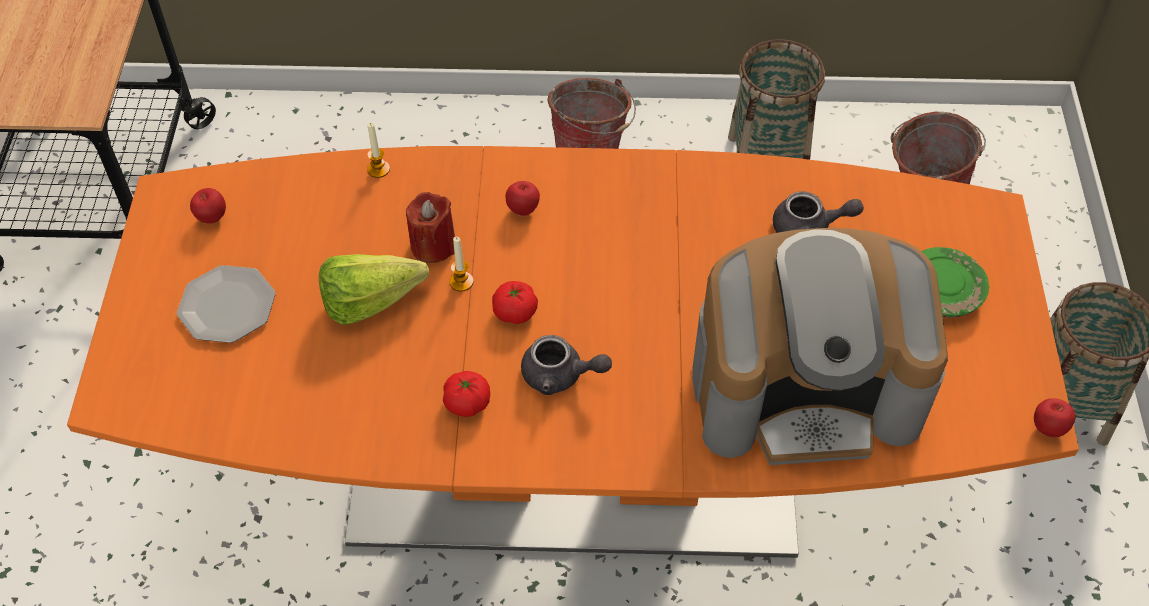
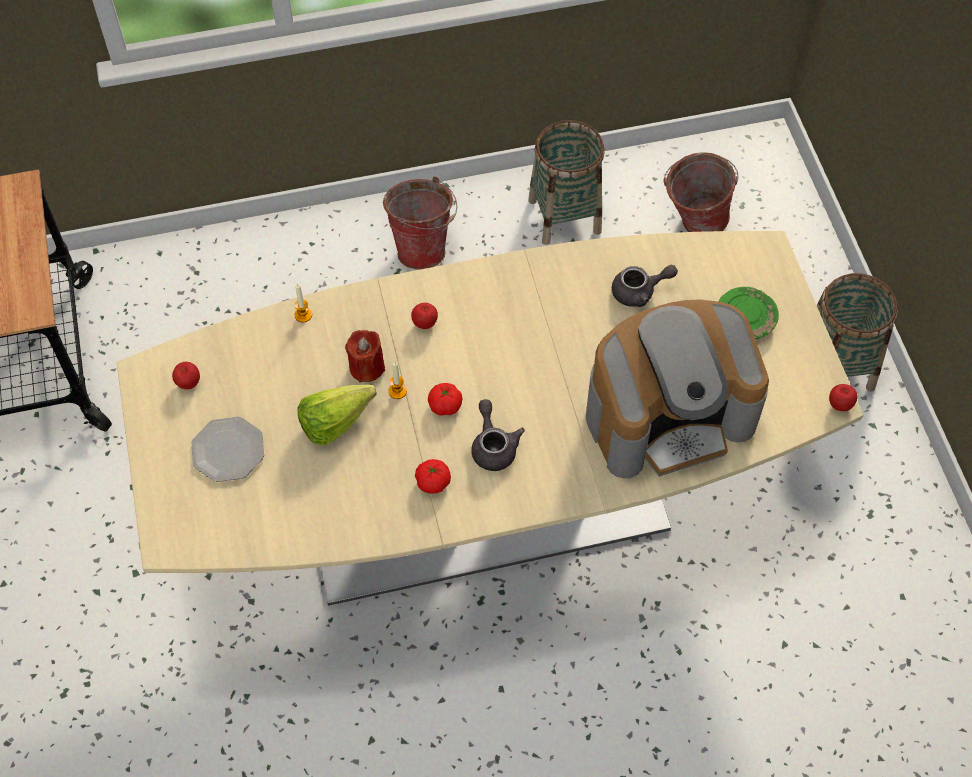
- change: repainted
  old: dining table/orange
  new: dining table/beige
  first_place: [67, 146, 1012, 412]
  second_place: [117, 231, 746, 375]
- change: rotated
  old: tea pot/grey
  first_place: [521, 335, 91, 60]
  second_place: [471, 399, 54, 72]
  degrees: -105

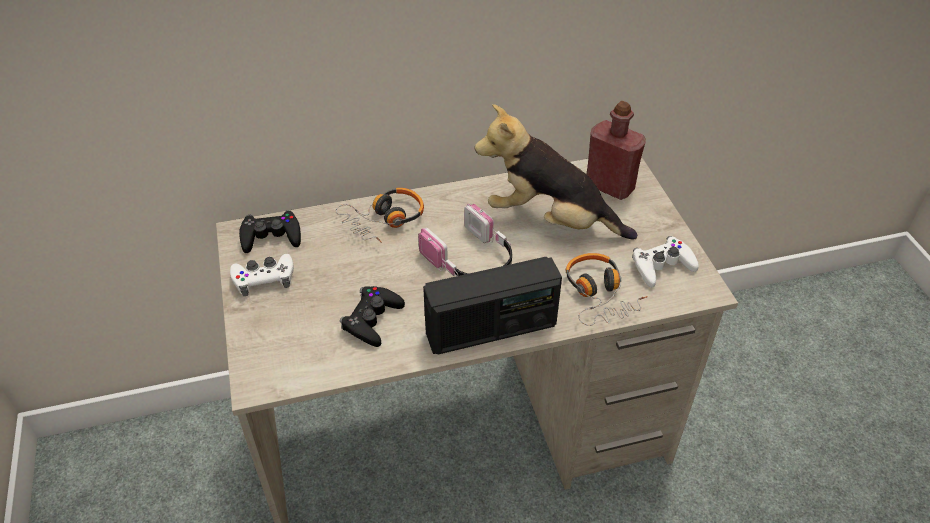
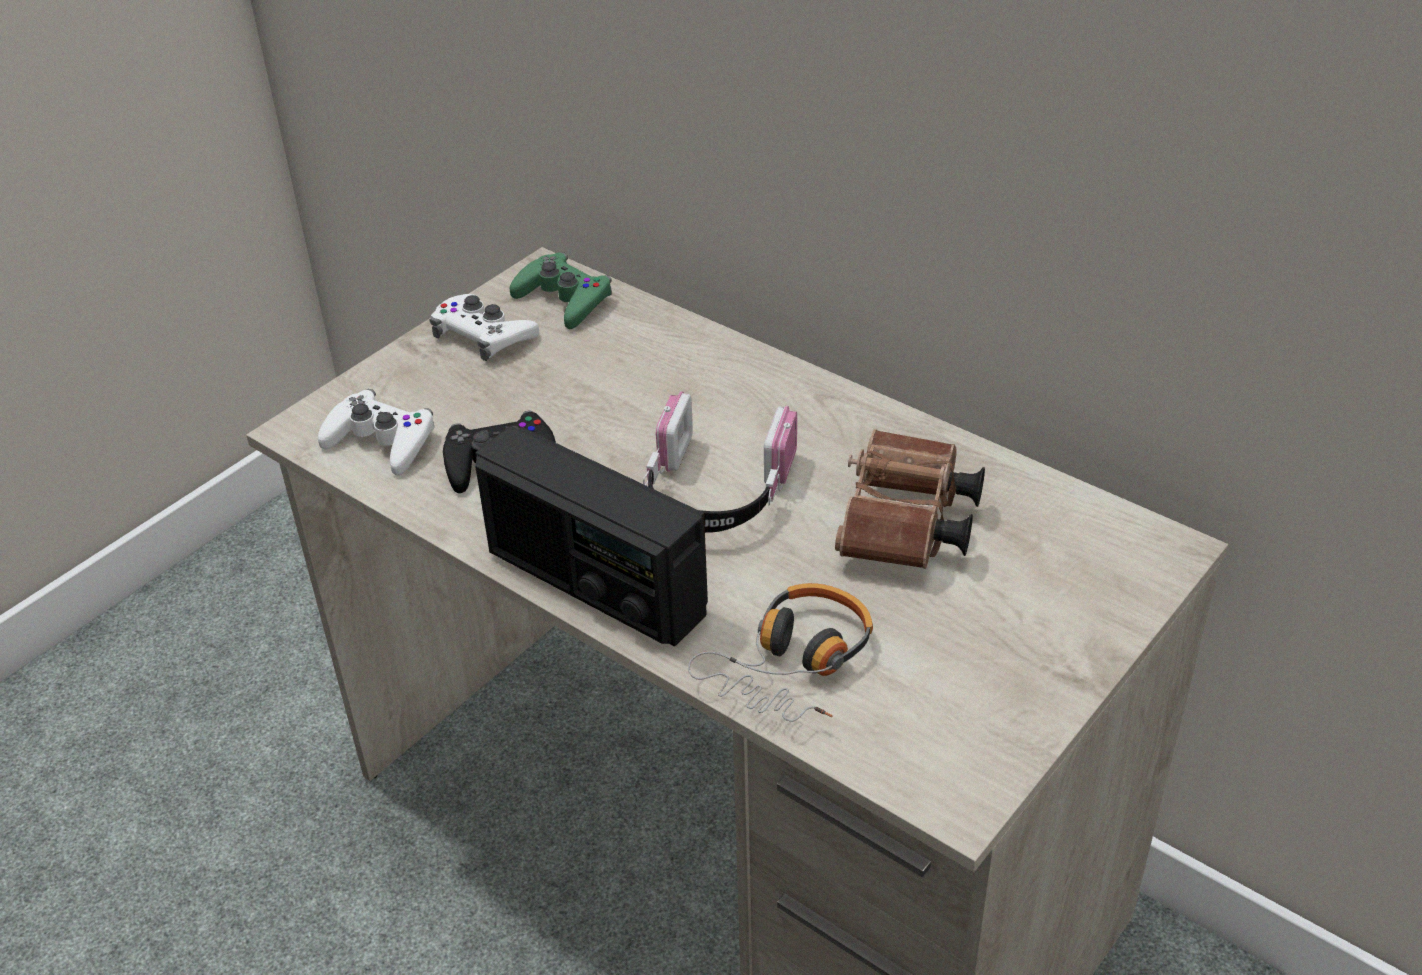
- change: shifted
  old: joypad/whitish
  first_place: [632, 236, 67, 52]
  second_place: [318, 389, 116, 87]
- change: repainted
  old: joypad/black-coloured
  new: joypad/green
  first_place: [239, 210, 62, 43]
  second_place: [510, 252, 102, 77]
- change: swapped
  old: cuddly toy
  new: field glasses/brown
  first_place: [475, 104, 162, 135]
  second_place: [835, 429, 150, 140]
- change: gone
  old: headset
  first_place: [336, 188, 88, 55]
- change: gone
  old: bottle/reddish
  first_place: [586, 101, 60, 99]

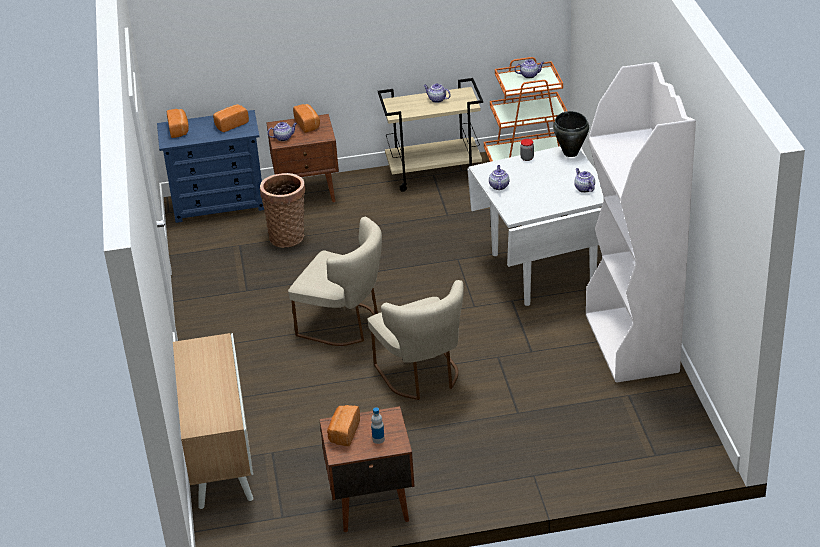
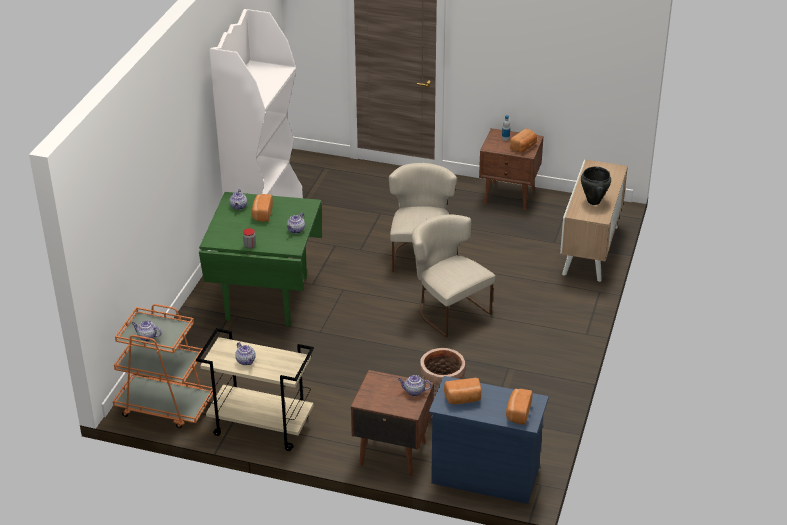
- change: repainted
  old: dining table/whitish
  new: dining table/green
  first_place: [467, 146, 137, 160]
  second_place: [199, 192, 123, 134]
- change: shifted
  old: bakery bread
  first_place: [293, 104, 27, 29]
  second_place: [251, 194, 22, 28]
- change: shifted
  old: cooking pot/black-coloured
  first_place: [553, 111, 36, 46]
  second_place: [581, 166, 30, 39]

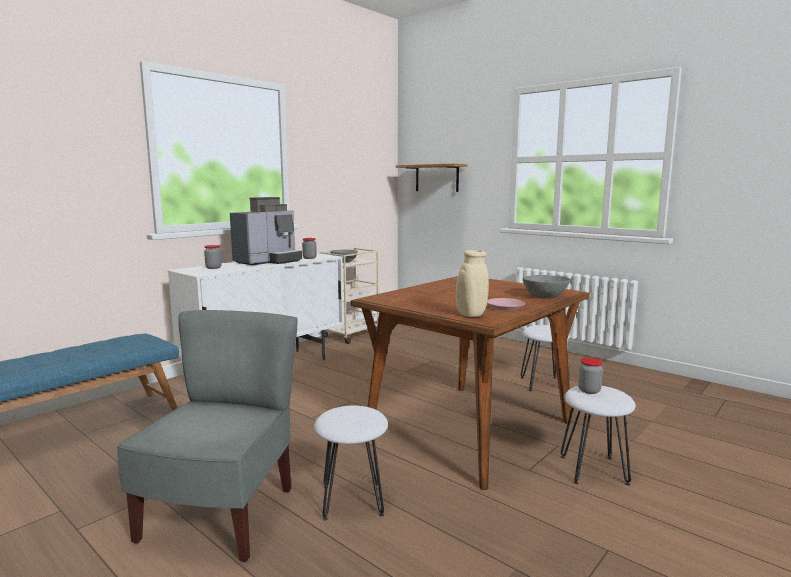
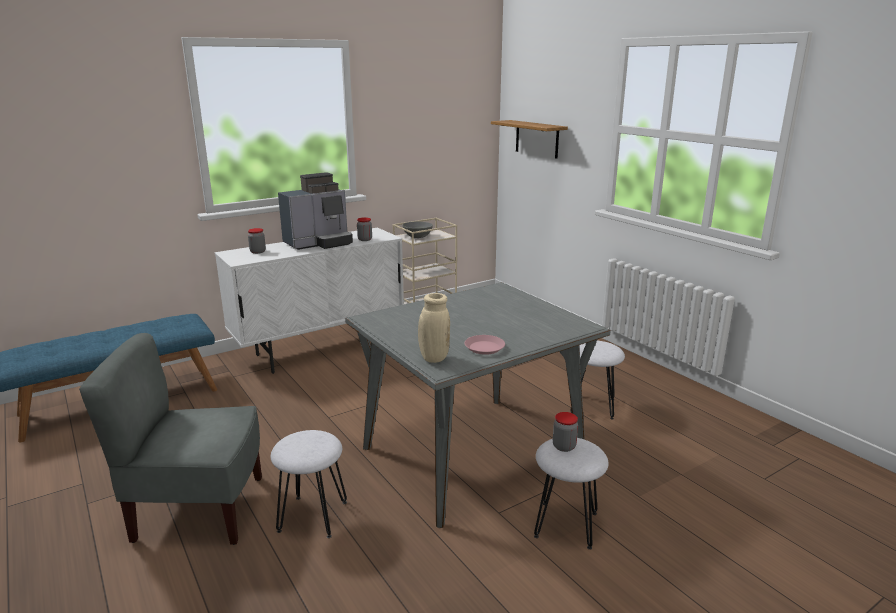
- change: rotated
  old: chair/grey
  first_place: [117, 310, 181, 252]
  second_place: [79, 333, 183, 212]
  degrees: -120
- change: repainted
  old: dining table/brown
  new: dining table/grey
  first_place: [351, 276, 239, 214]
  second_place: [345, 282, 266, 246]
- change: gone
  old: deep dish/grey
  first_place: [523, 275, 47, 23]

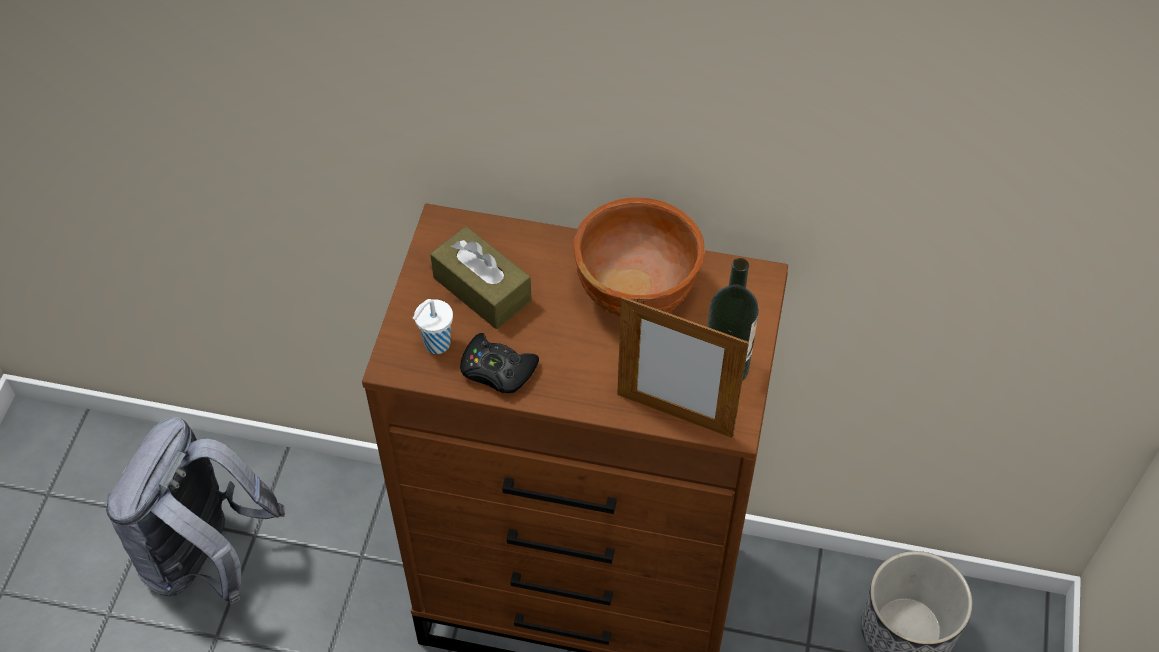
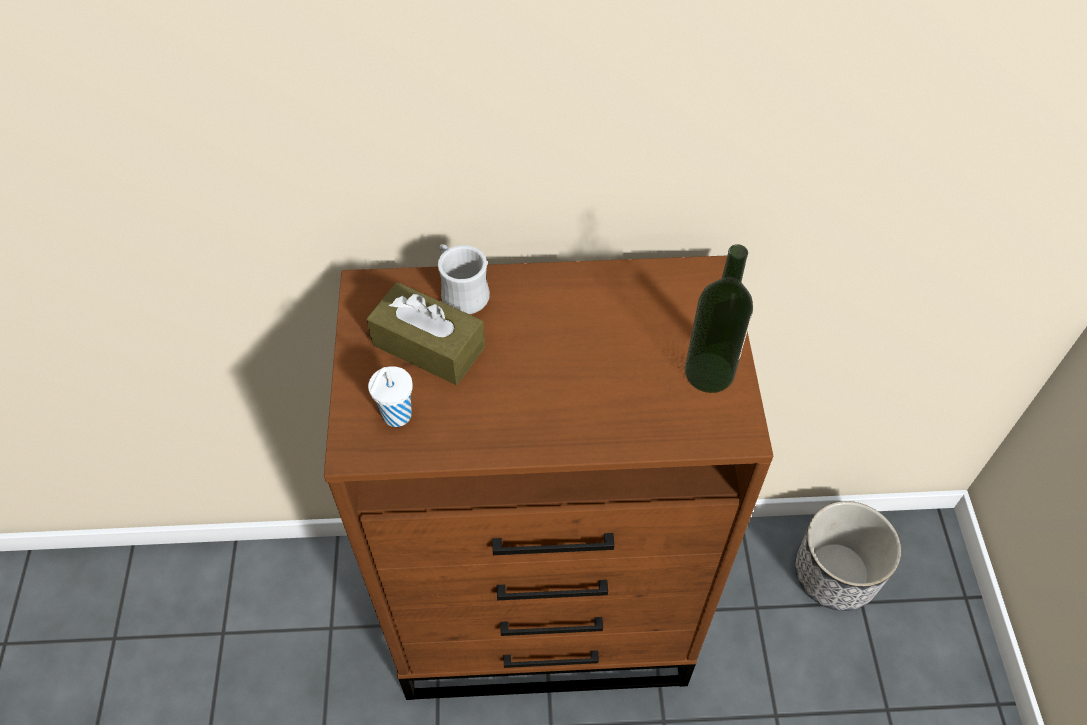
- change: new
  new: tea mug/whitish
  second_place: [438, 244, 52, 70]
- change: gone
  old: rucksack/grey
  first_place: [106, 417, 179, 188]
- change: gone
  old: joypad/black-coloured
  first_place: [460, 333, 79, 60]
- change: gone
  old: deep dish/brown
  first_place: [573, 197, 132, 120]
- change: gone
  old: picture frame
  first_place: [617, 297, 132, 141]

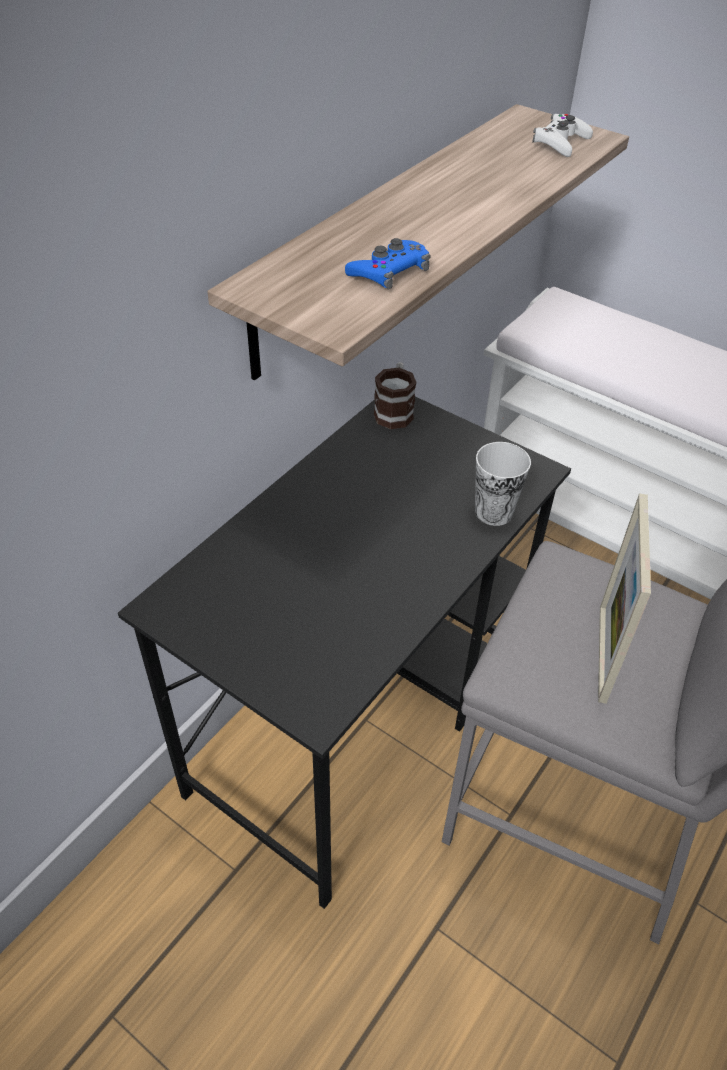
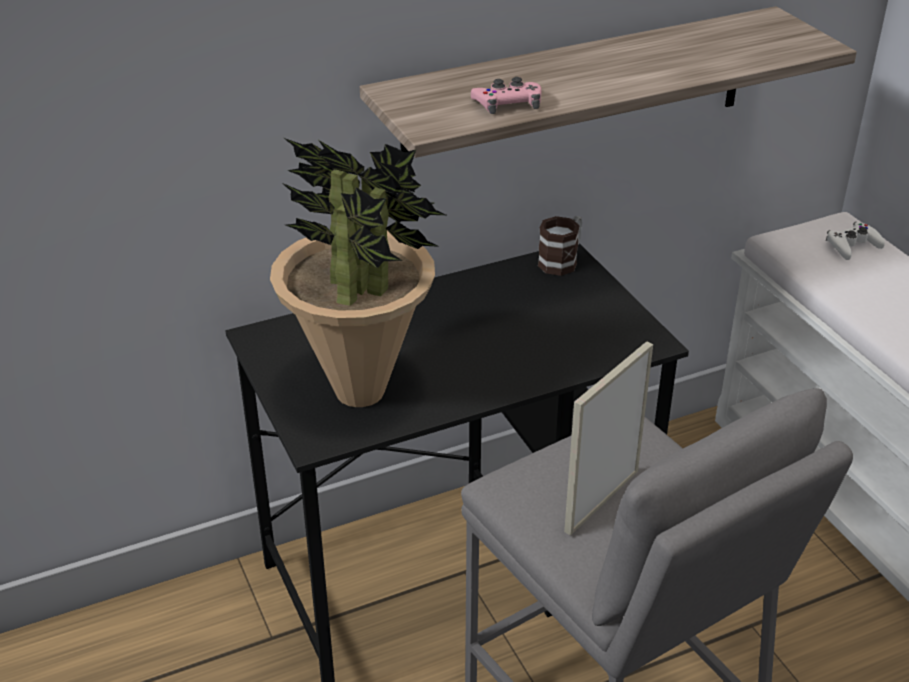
- change: new
  new: plant in a pot
  second_place: [270, 138, 176, 269]
- change: repainted
  old: joypad/blue
  new: joypad/pinkish
  first_place: [345, 238, 86, 52]
  second_place: [471, 77, 71, 37]
- change: shifted
  old: joypad/whitish
  first_place: [532, 114, 61, 43]
  second_place: [826, 222, 59, 38]
- change: gone
  old: drinking cup
  first_place: [475, 442, 56, 84]

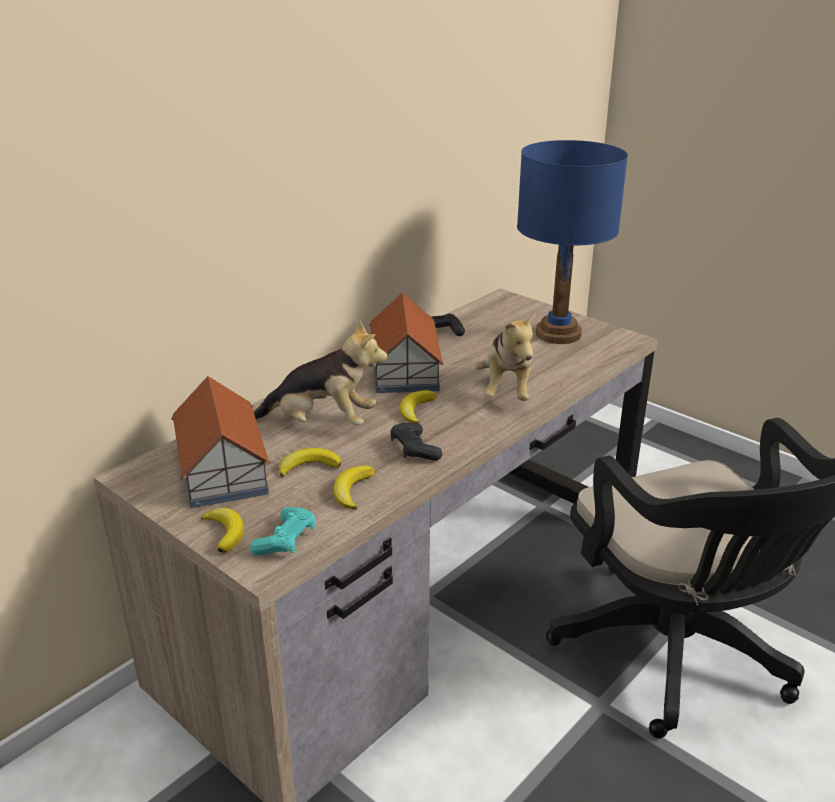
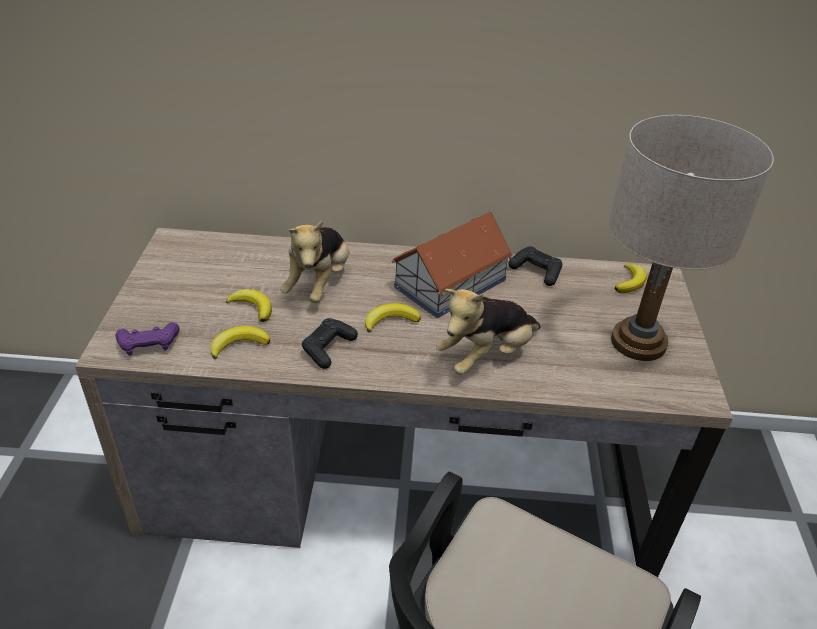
- change: repainted
  old: joypad/turquoise
  new: joypad/purple
  first_place: [250, 507, 65, 49]
  second_place: [115, 322, 65, 34]
- change: rotated
  old: cuddly toy
  first_place: [253, 319, 135, 106]
  second_place: [280, 220, 69, 83]
  degrees: 45
- change: repainted
  old: tabletop lamp/blue
  new: tabletop lamp/beige
  first_place: [517, 140, 111, 204]
  second_place: [608, 115, 166, 246]
- change: shifted
  old: banana
  first_place: [201, 508, 43, 45]
  second_place: [615, 264, 32, 29]
- change: gone
  old: toy house
  first_place: [171, 376, 100, 132]

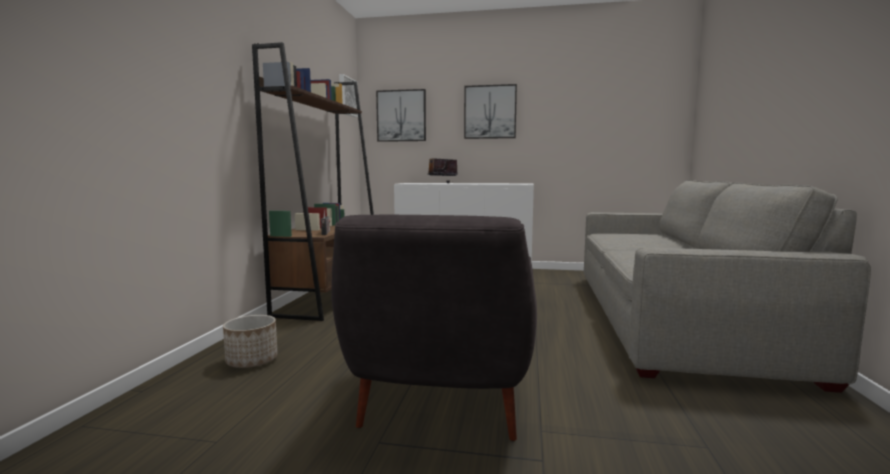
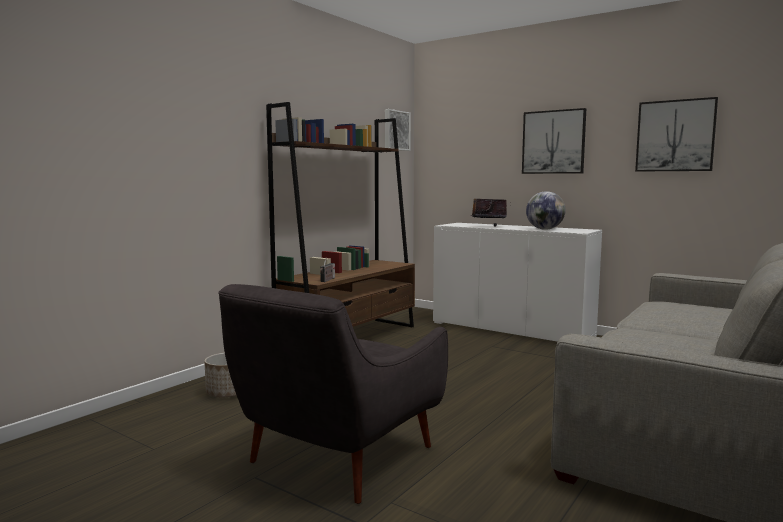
- change: new
  new: desk globe
  second_place: [526, 191, 40, 39]
- change: shifted
  old: wall art
  first_place: [376, 89, 50, 53]
  second_place: [635, 97, 83, 75]

